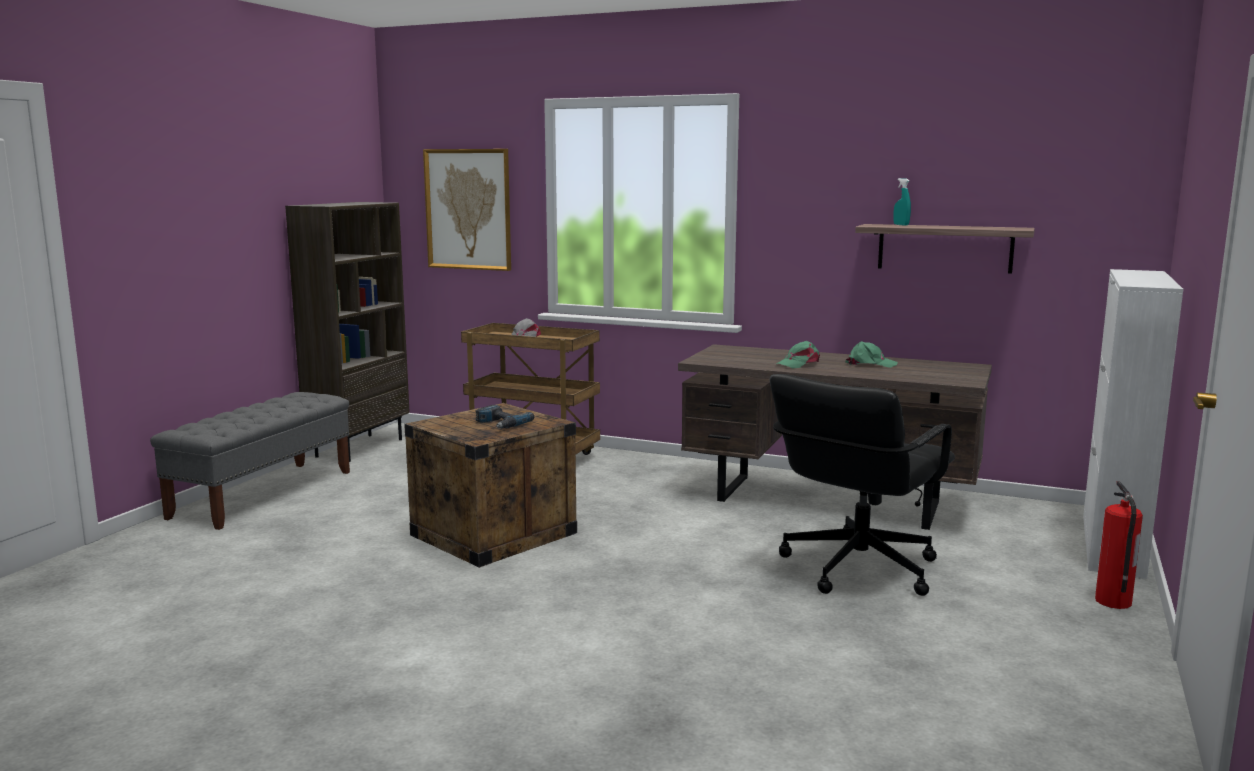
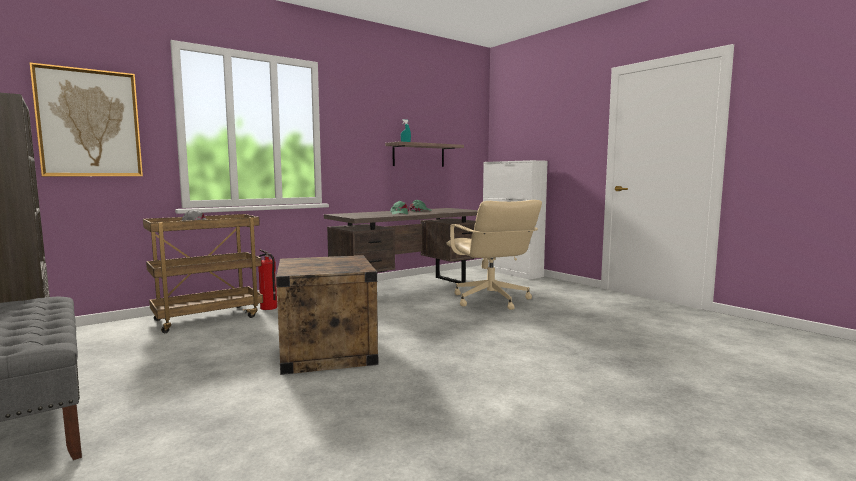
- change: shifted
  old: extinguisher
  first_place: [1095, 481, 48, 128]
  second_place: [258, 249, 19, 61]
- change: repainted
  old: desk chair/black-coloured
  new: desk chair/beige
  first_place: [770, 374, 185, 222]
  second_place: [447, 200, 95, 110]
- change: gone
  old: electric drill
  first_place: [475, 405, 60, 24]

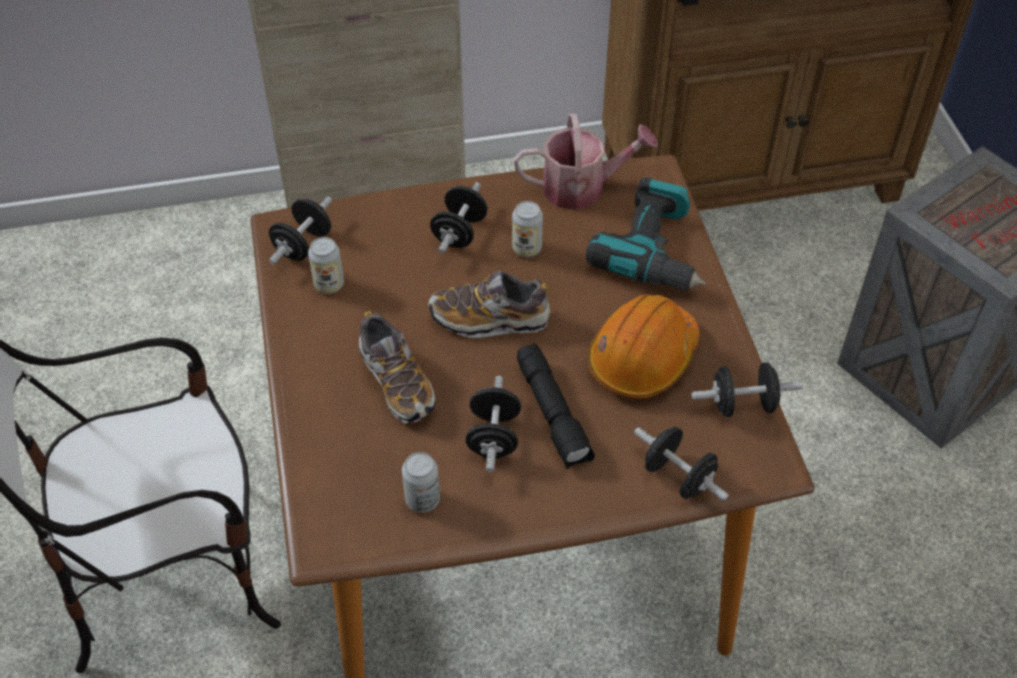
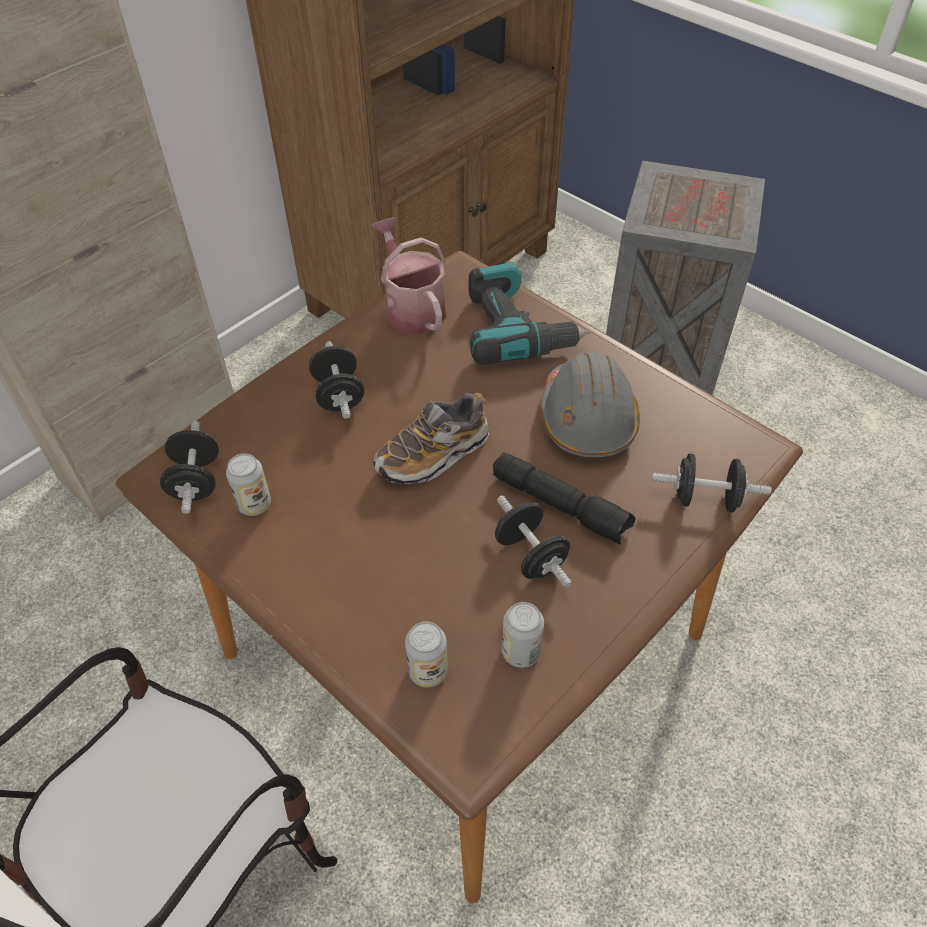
- change: rotated
  old: sprinkling can
  first_place: [514, 113, 144, 97]
  second_place: [371, 217, 75, 118]
  degrees: -75
- change: shifted
  old: can
  first_place: [512, 201, 31, 56]
  second_place: [405, 621, 43, 67]
- change: repainted
  old: safety helmet/orange
  new: safety helmet/grey
  first_place: [588, 294, 112, 104]
  second_place: [540, 352, 100, 105]
- change: gone
  old: low shoe
  first_place: [359, 311, 77, 112]
- change: gone
  old: dumbbell/black-coloured
  first_place: [692, 362, 110, 55]

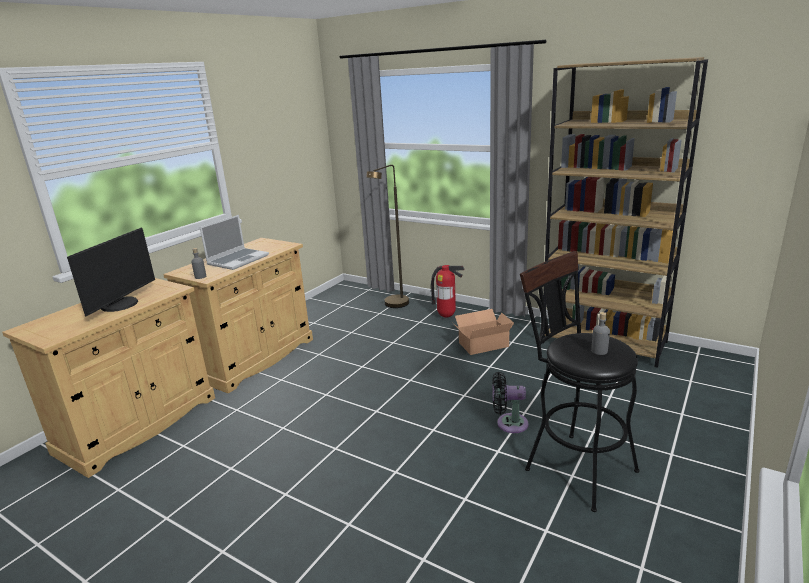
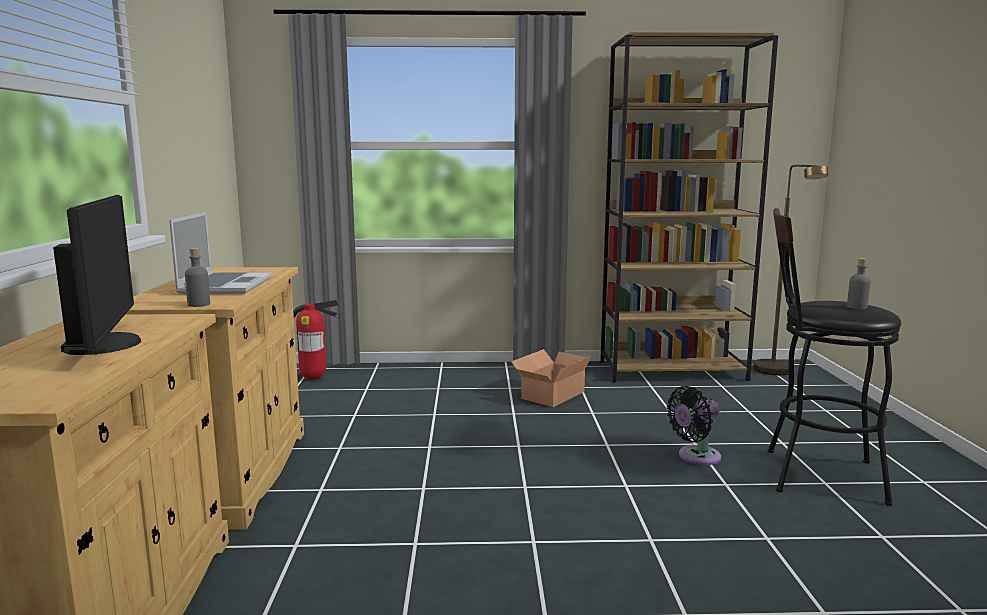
- change: shifted
  old: extinguisher
  first_place: [431, 265, 34, 52]
  second_place: [293, 300, 47, 80]
- change: shifted
  old: standing lamp/brown
  first_place: [366, 165, 43, 143]
  second_place: [753, 165, 75, 210]

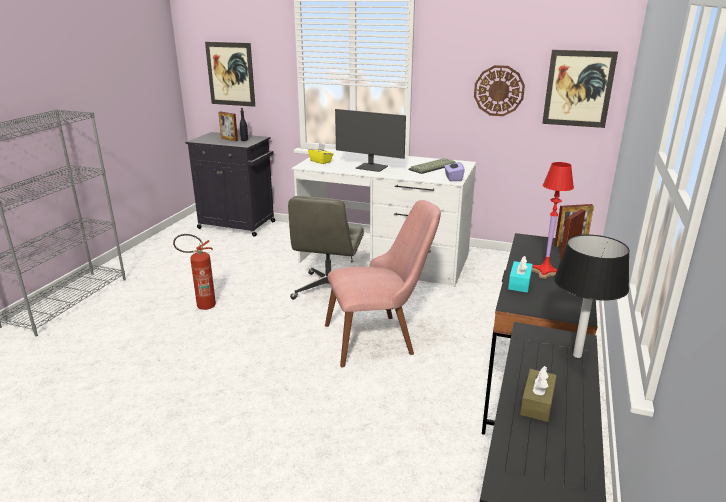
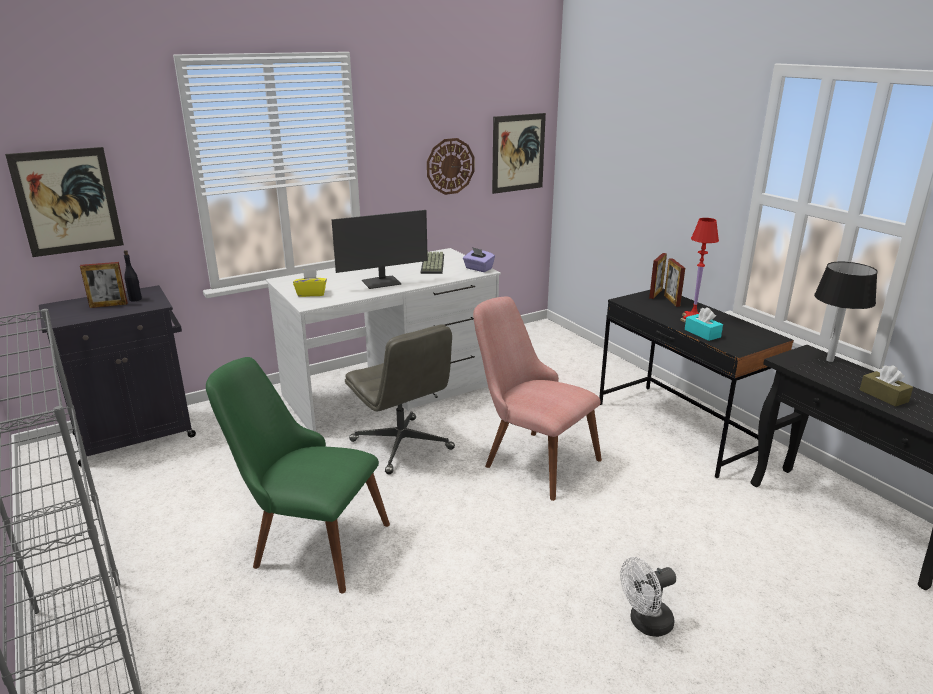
- change: swapped
  old: extinguisher
  new: chair/green
  first_place: [173, 234, 43, 76]
  second_place: [206, 357, 184, 236]
- change: rotated
  old: chair/pinkish
  first_place: [325, 200, 116, 167]
  second_place: [473, 296, 129, 205]
  degrees: -75
- change: new
  new: fan/whitish
  second_place: [620, 557, 56, 80]

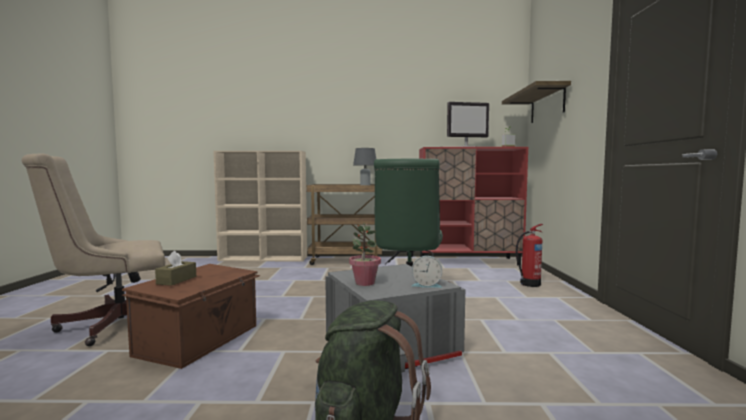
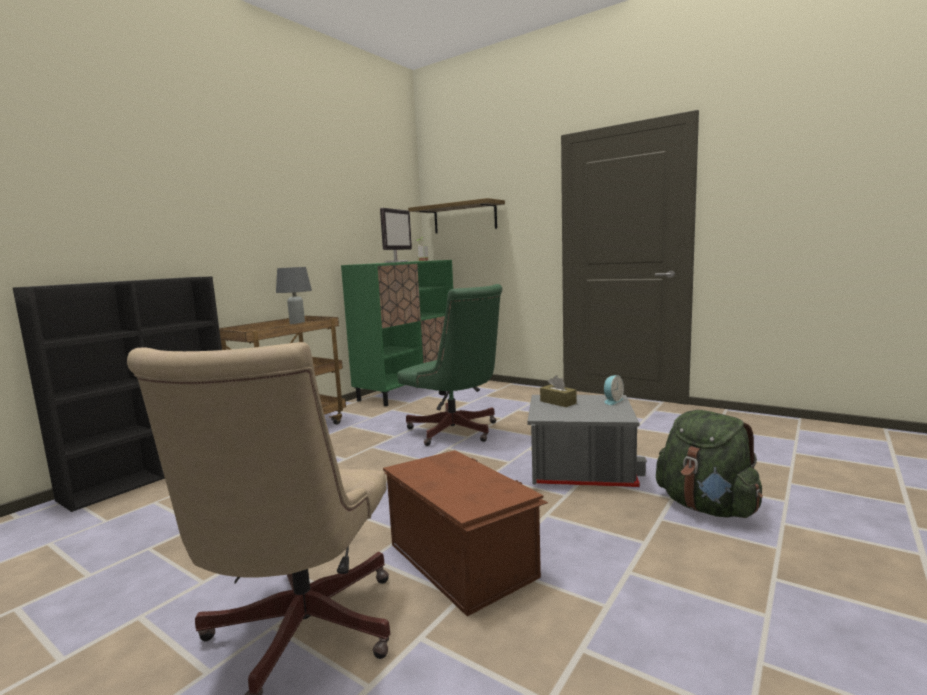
- change: repainted
  old: shelving unit/beige
  new: shelving unit/black-coloured
  first_place: [213, 151, 94, 110]
  second_place: [13, 277, 209, 235]
- change: repainted
  old: cupboard/reddish
  new: cupboard/green
  first_place: [419, 147, 109, 118]
  second_place: [341, 260, 112, 146]
- change: shifted
  old: tissue box/brown
  first_place: [155, 251, 41, 35]
  second_place: [540, 375, 37, 32]
- change: gone
  old: plant in a pot
  first_place: [349, 223, 32, 63]
- change: gone
  old: extinguisher
  first_place: [516, 224, 27, 63]

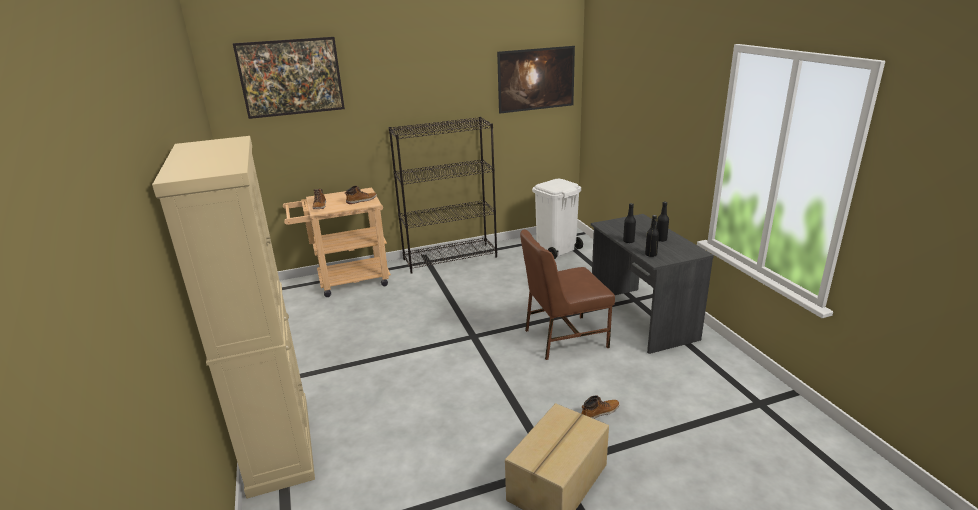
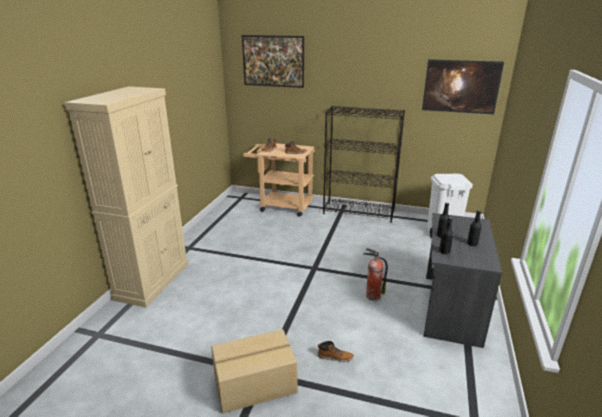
- change: swapped
  old: chair/brown
  new: extinguisher
  first_place: [520, 230, 95, 130]
  second_place: [363, 248, 25, 52]

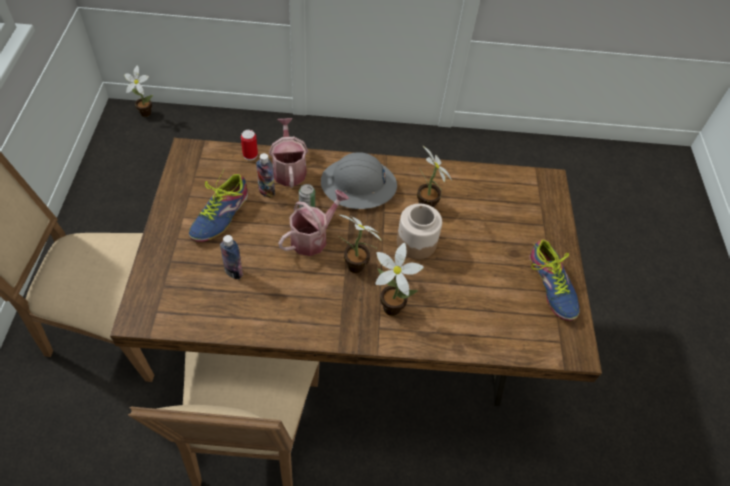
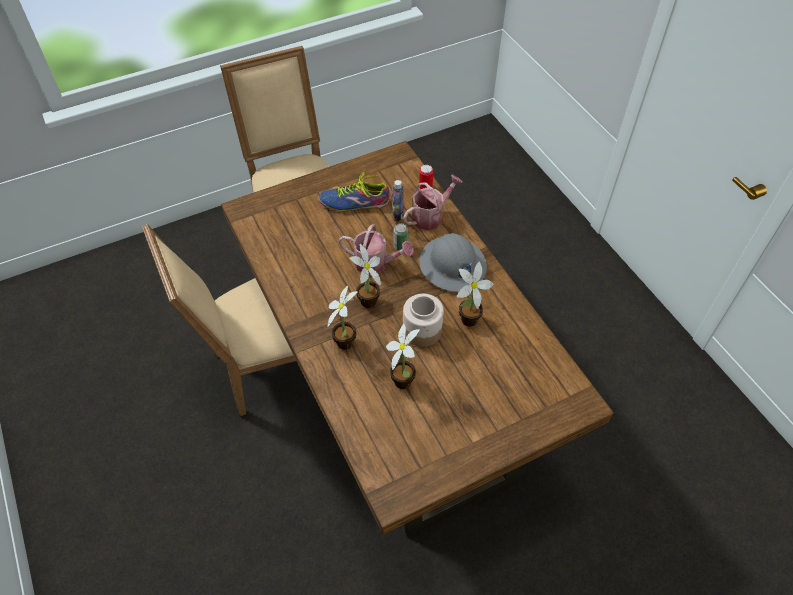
- change: shifted
  old: plant in a pot
  first_place: [124, 65, 29, 52]
  second_place: [386, 324, 34, 65]
- change: gone
  old: bottle
  first_place: [220, 235, 23, 44]
- change: gone
  old: low shoe
  first_place: [529, 239, 51, 82]

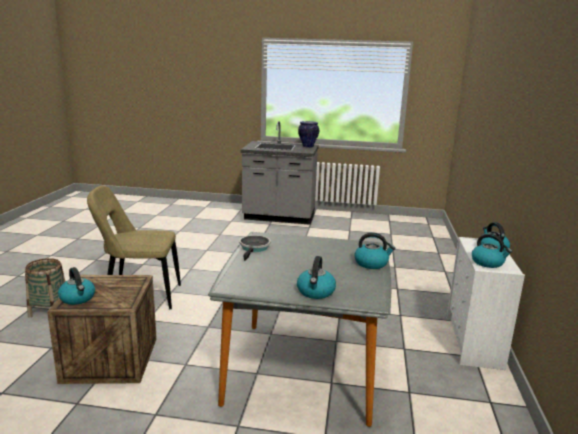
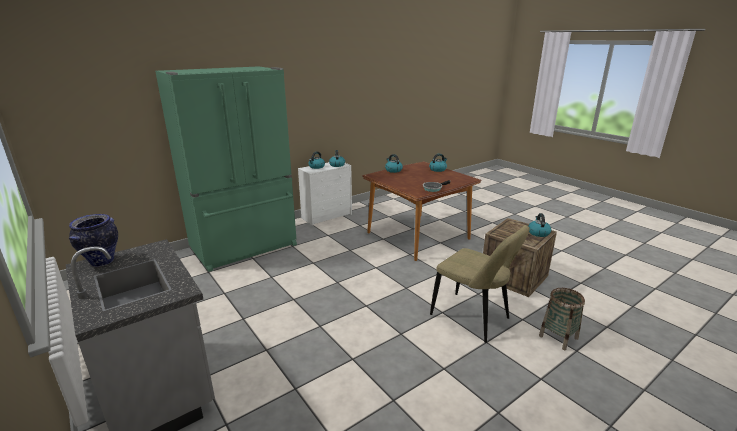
- change: new
  new: refrigerator/green
  second_place: [155, 66, 142, 206]
- change: repainted
  old: dining table/grey
  new: dining table/brown
  first_place: [208, 232, 183, 195]
  second_place: [363, 162, 119, 99]

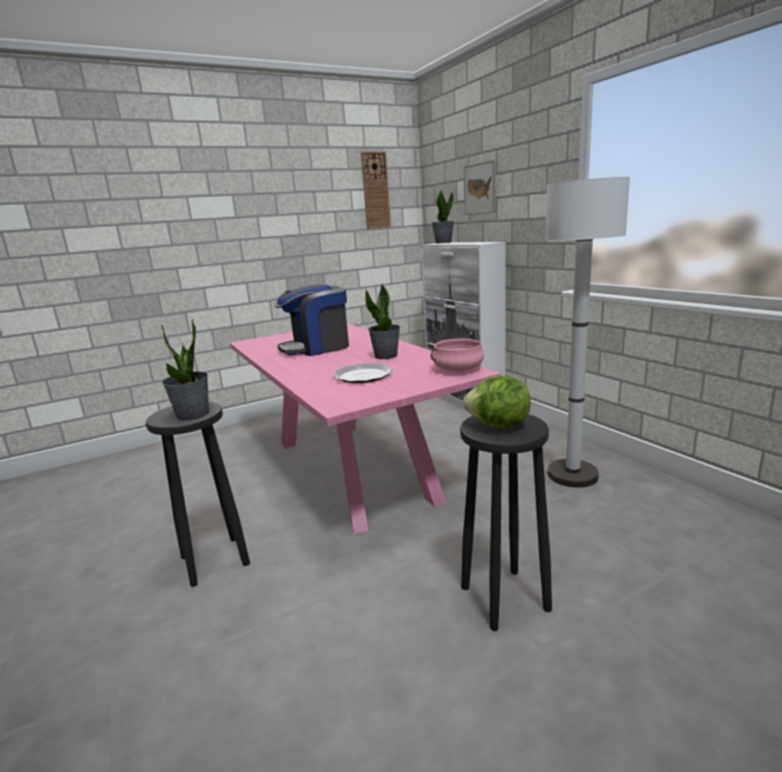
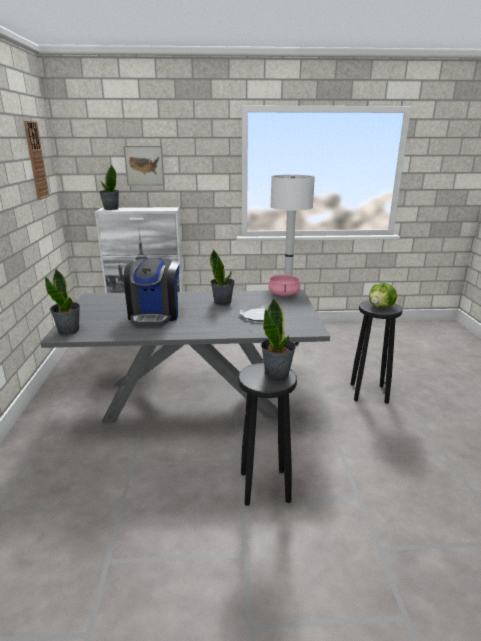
- change: repainted
  old: dining table/pinkish
  new: dining table/grey
  first_place: [230, 323, 271, 211]
  second_place: [41, 290, 289, 133]
- change: new
  new: plant in a pot
  second_place: [45, 269, 35, 66]

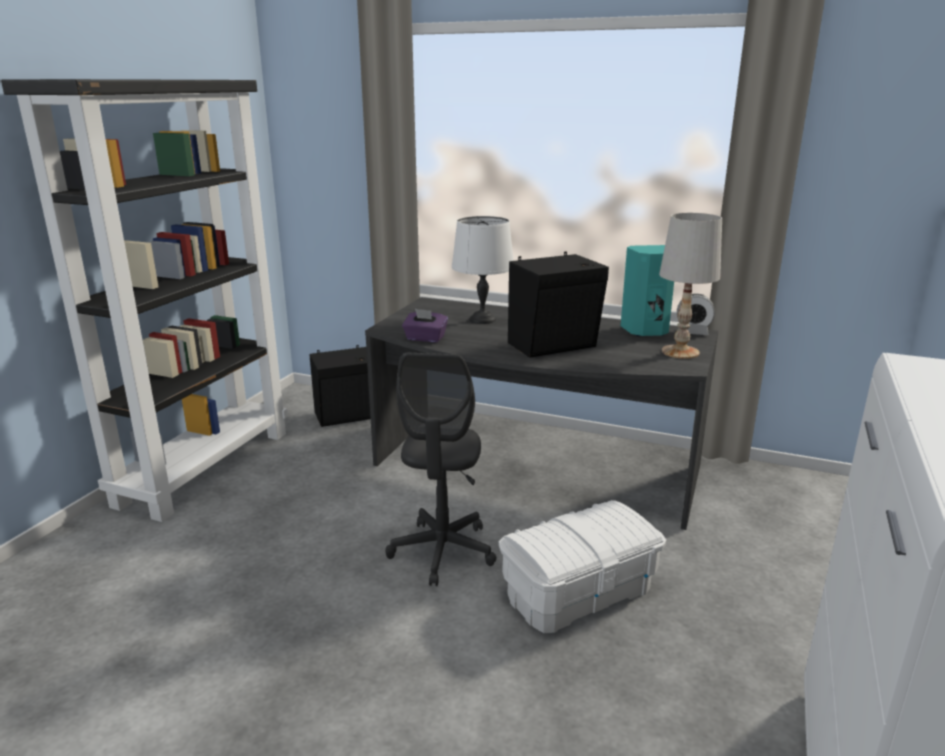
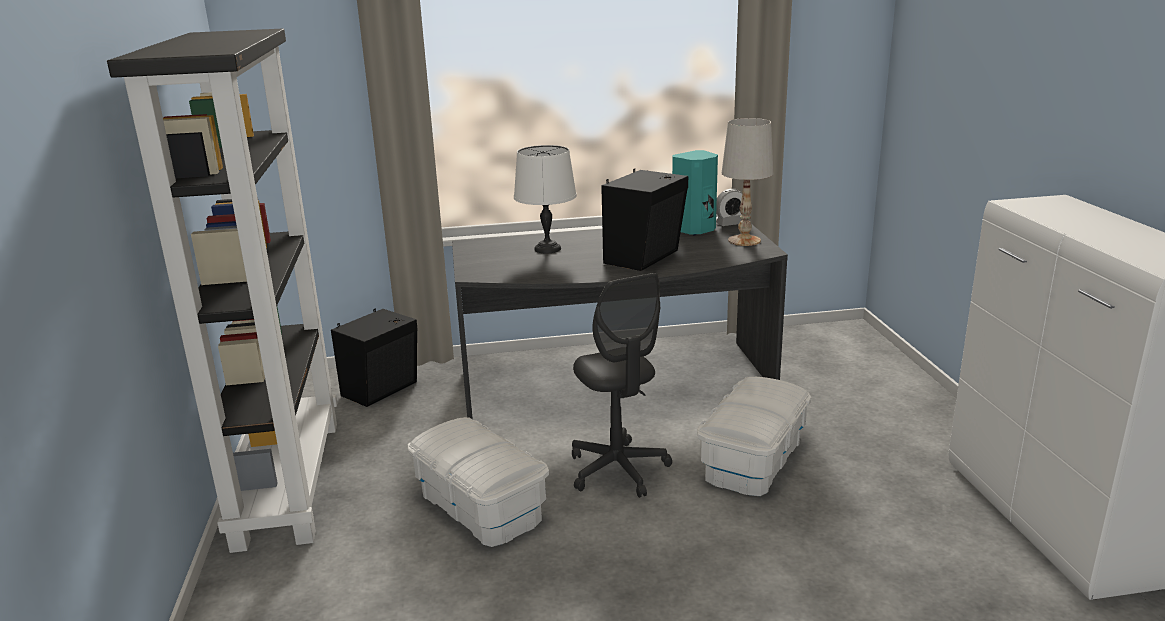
- change: new
  new: storage bin/whitish
  second_place: [408, 417, 141, 130]
- change: gone
  old: tissue box/purple
  first_place: [402, 309, 46, 33]

